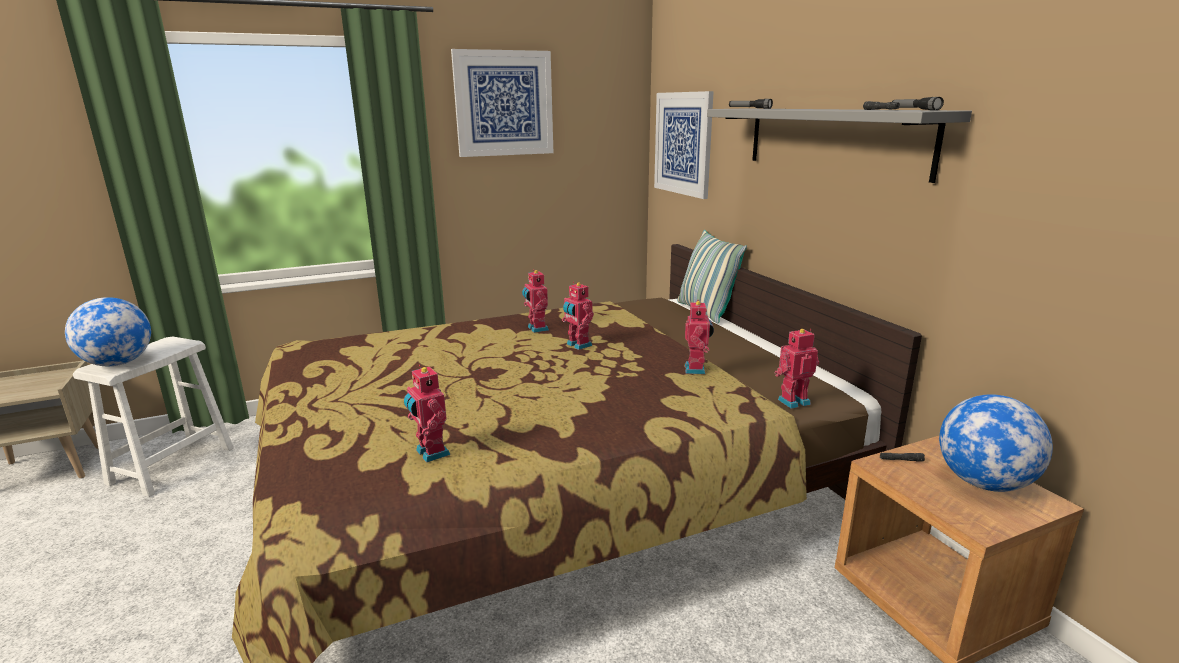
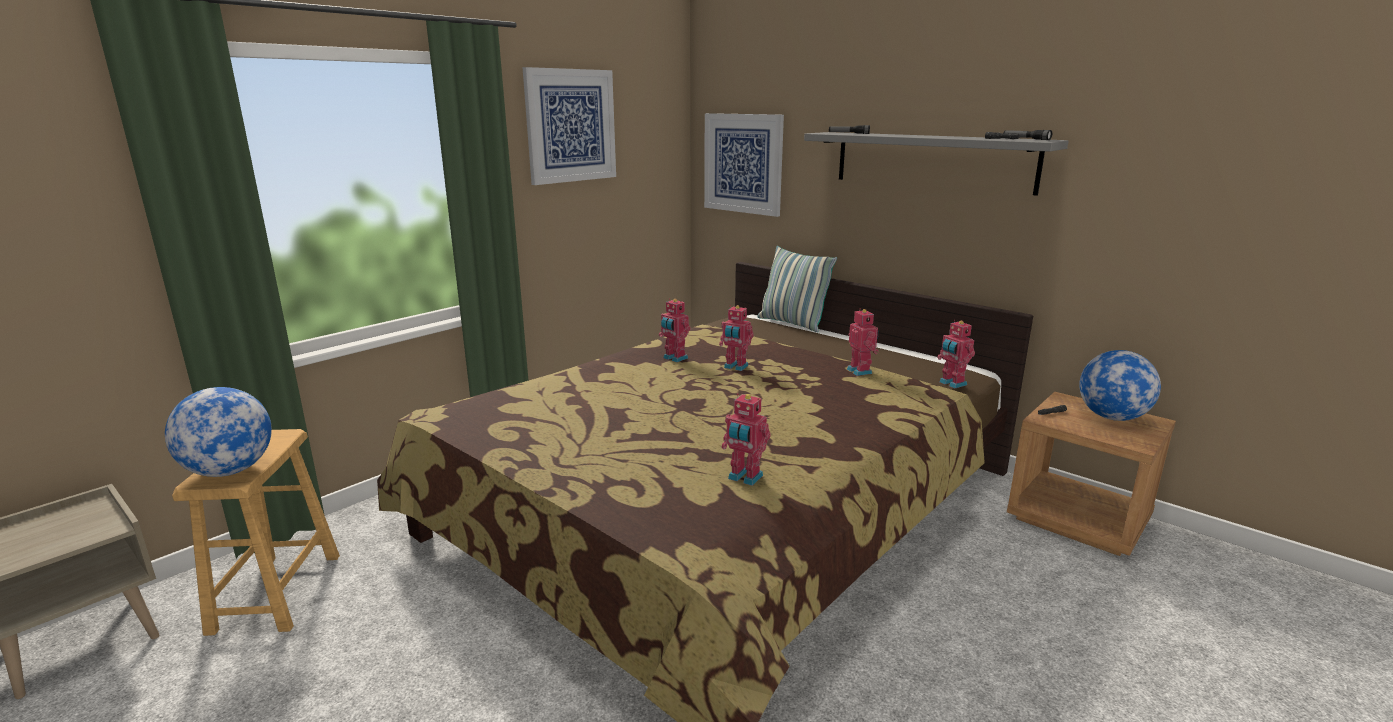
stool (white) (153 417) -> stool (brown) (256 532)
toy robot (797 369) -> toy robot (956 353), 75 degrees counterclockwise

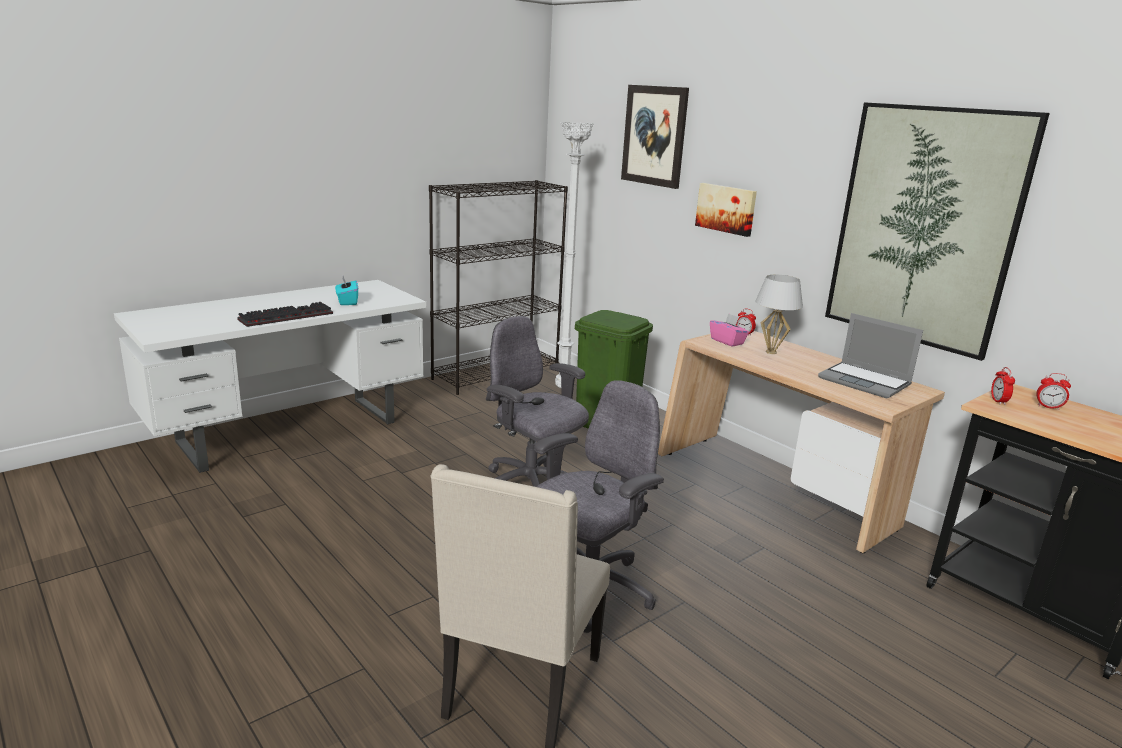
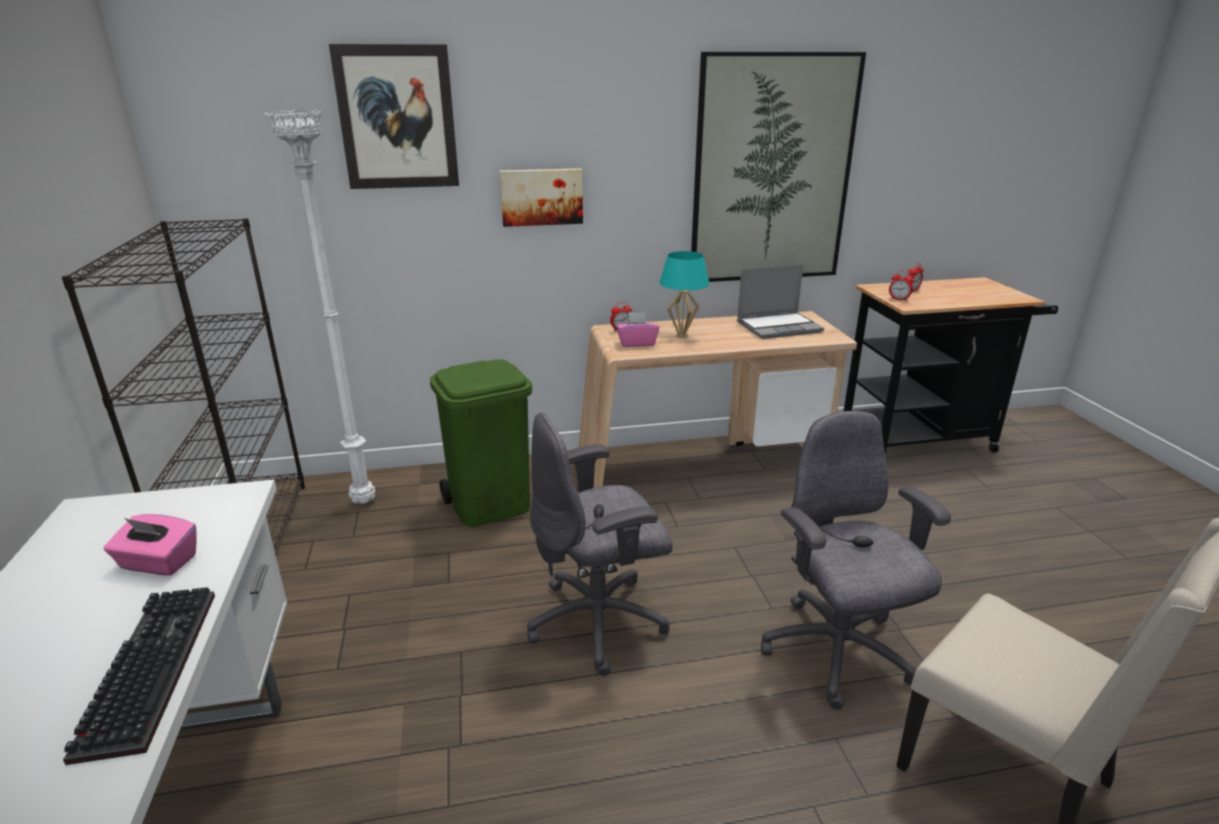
tissue box (turquoise) (346 290) -> tissue box (pink) (150 545)
table lamp (white) (779 314) -> table lamp (turquoise) (684 294)

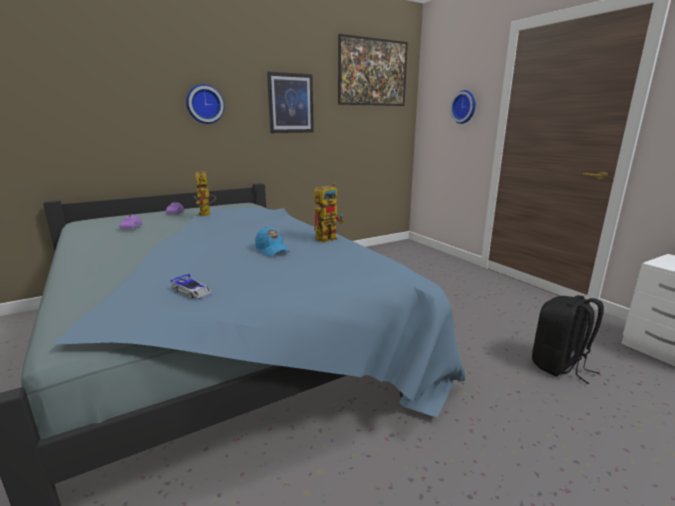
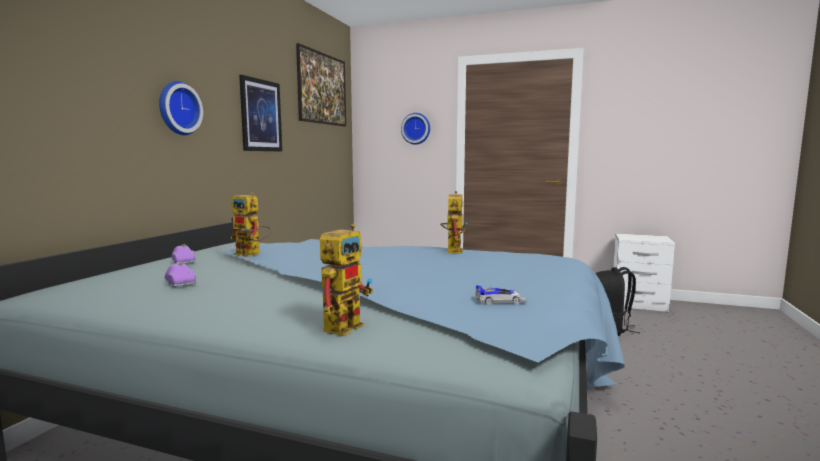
none -> toy robot (346 280)
cap (blue) (272 241) -> none

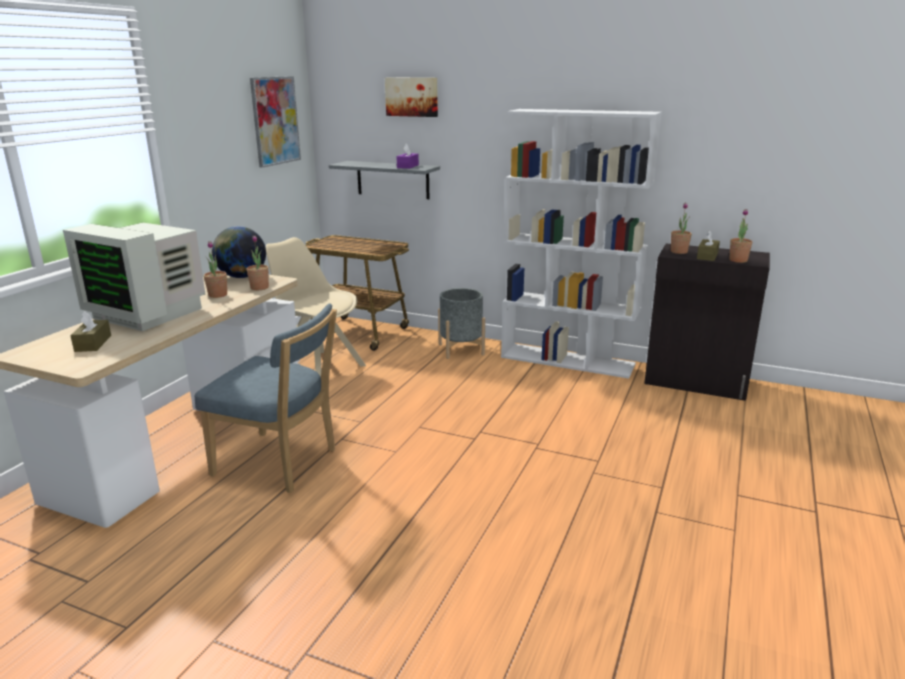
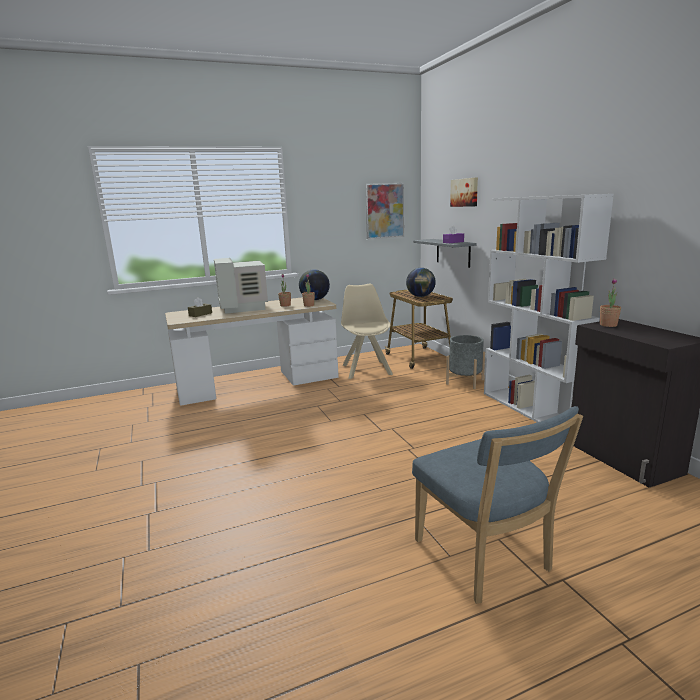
none -> globe (421 282)
chair (blue) (266 398) -> chair (blue) (497 505), relocated
tissue box (brown) (708 245) -> none
potted plant (740 236) -> none

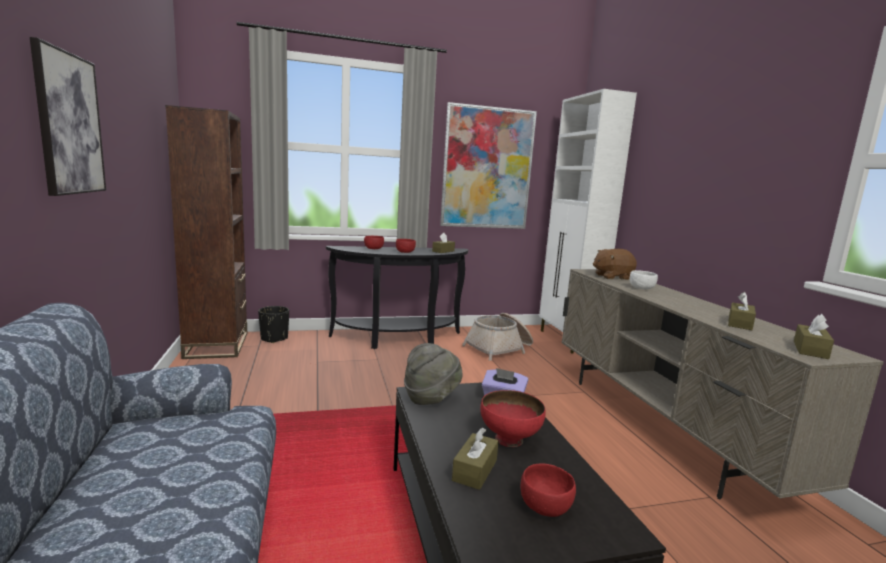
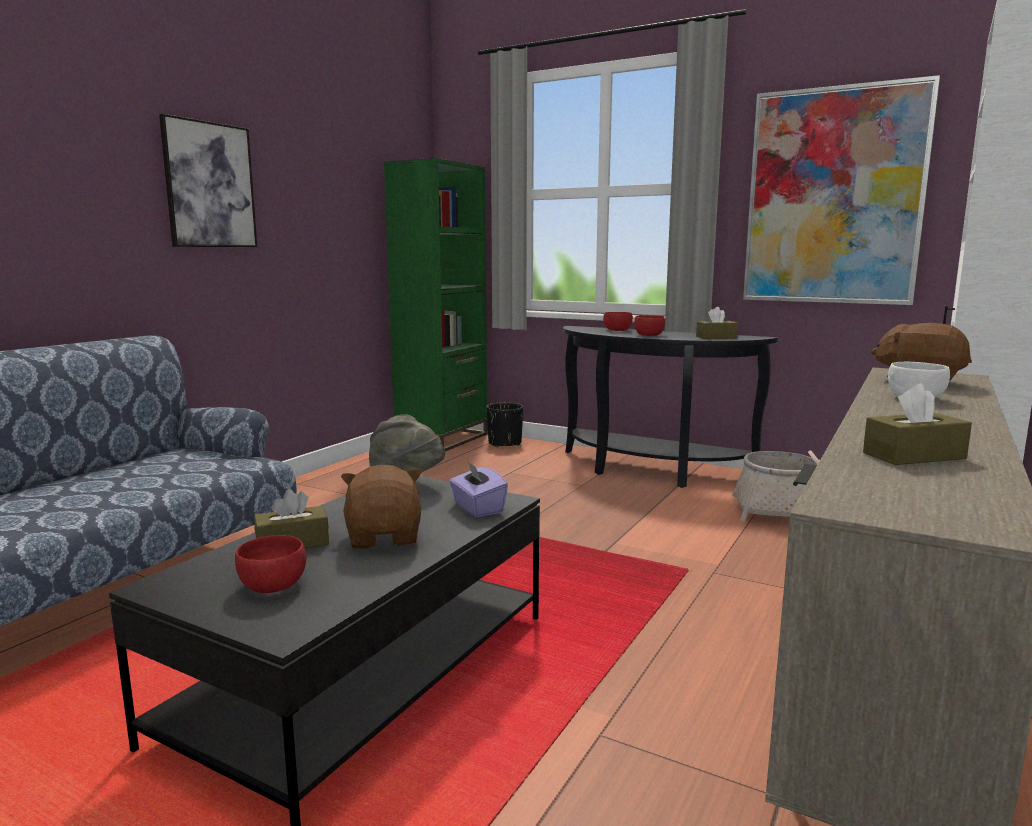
bowl (red) (513 418) -> plush toy (brown) (381 506)
bookcase (brown) (206 232) -> bookcase (green) (436 304)
tissue box (brown) (814 336) -> none

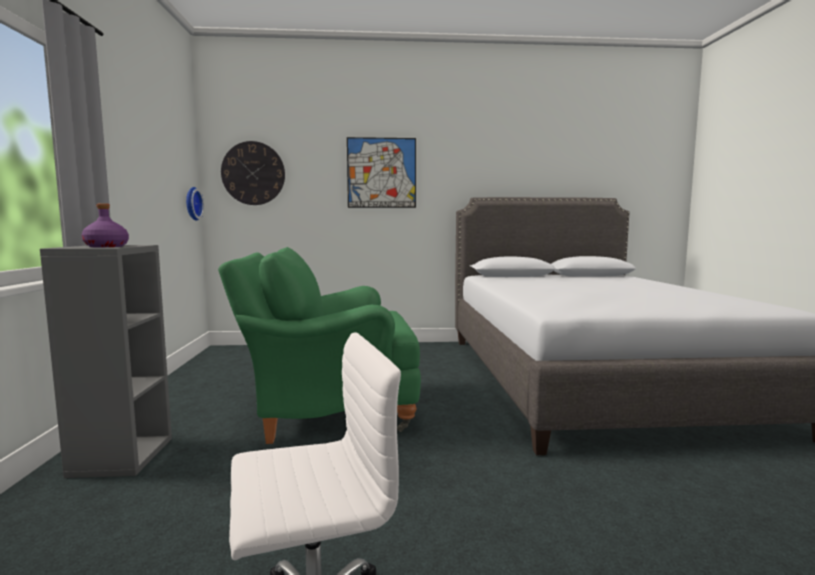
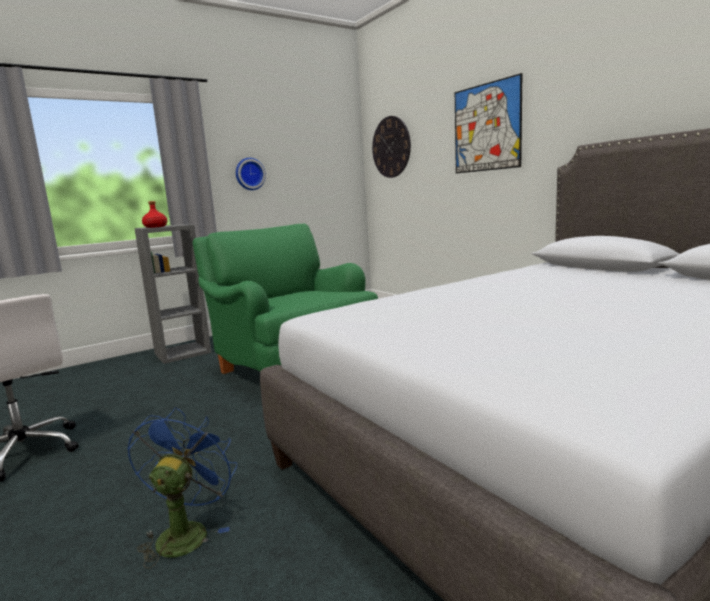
none -> fan (blue) (182 488)
bottle (purple) (105 225) -> bottle (red) (154 214)
wall clock (195 204) -> wall clock (251 174), relocated

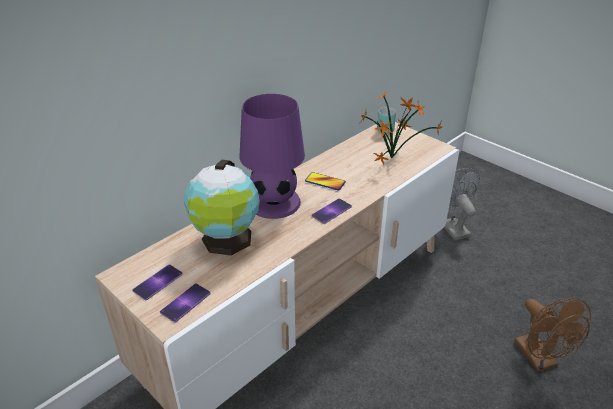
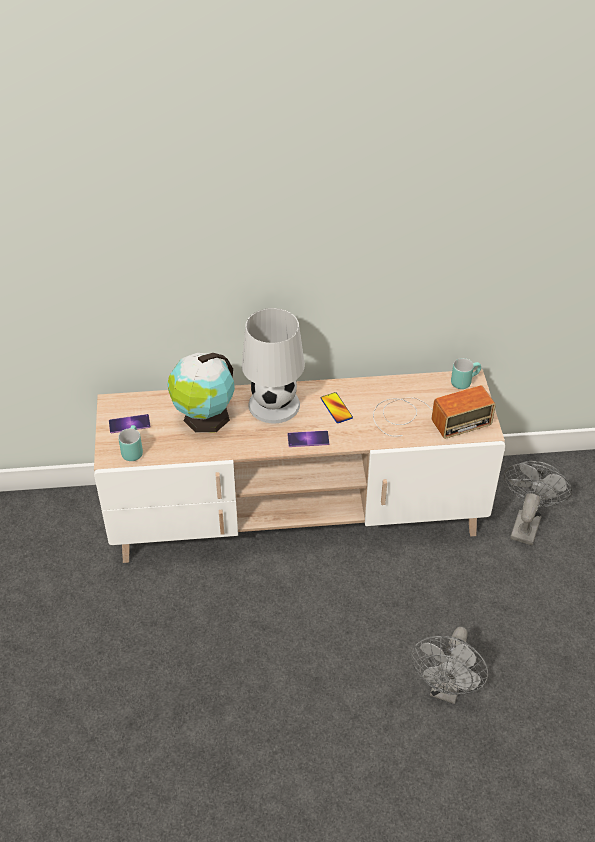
phone (185 303) -> mug (turquoise) (130 443)
table lamp (purple) (272 156) -> table lamp (white) (273 365)
potted plant (401 128) -> radio (434 412)
fan (brown) (552 335) -> fan (grey) (450 665)

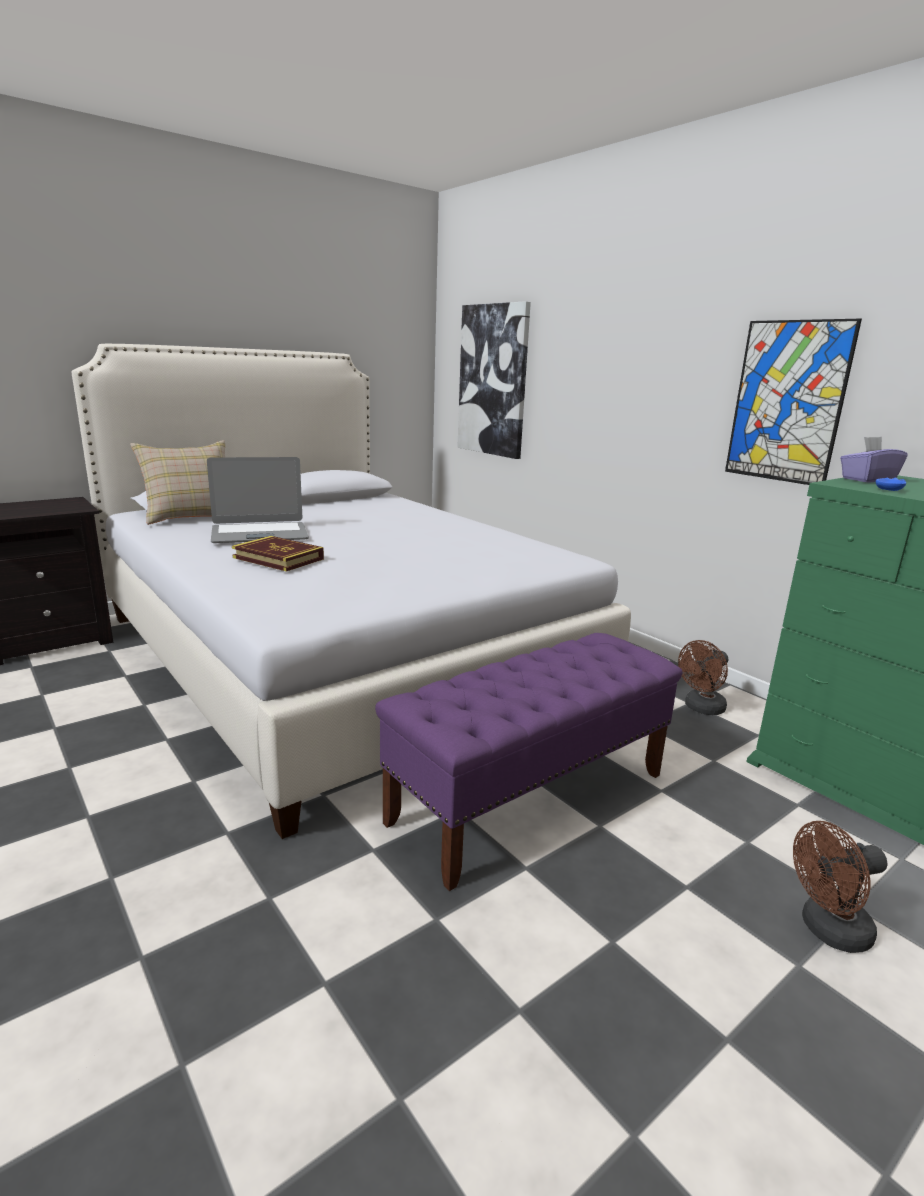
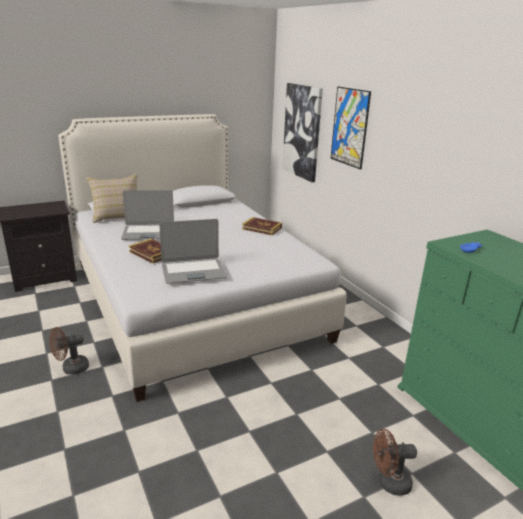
fan (brown) (703 677) -> fan (brown) (69 351), relocated
none -> laptop (193 251)
none -> book (262 226)
picture (793 402) -> picture (351 128), relocated
bench (purple) (529 762) -> none
tissue box (purple) (874 460) -> none

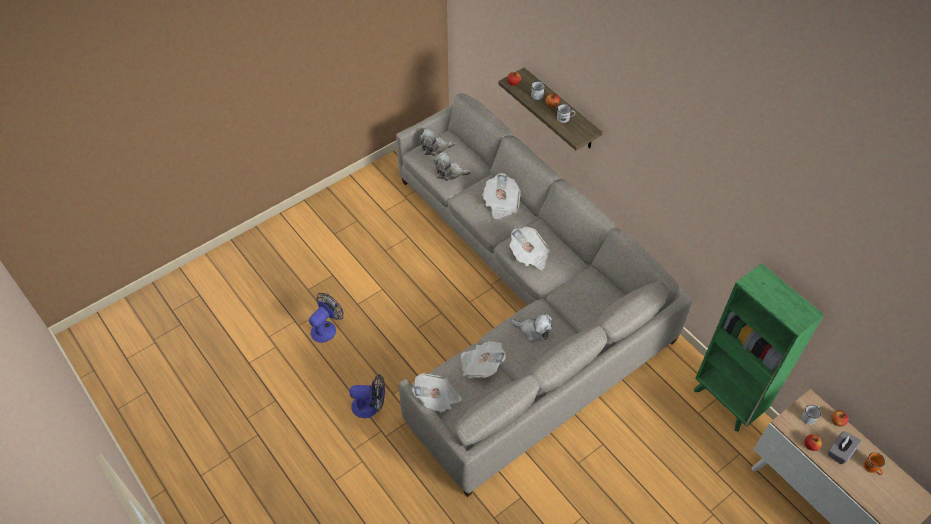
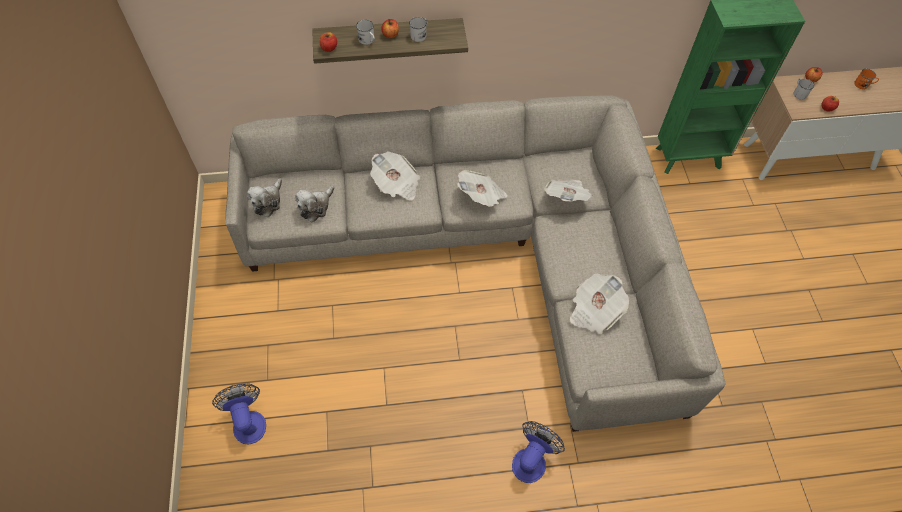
fan (326 318) -> fan (239 413), relocated
newspaper (437 393) -> newspaper (568 190), relocated
plush toy (531 328) -> none
tissue box (grey) (844 447) -> none

